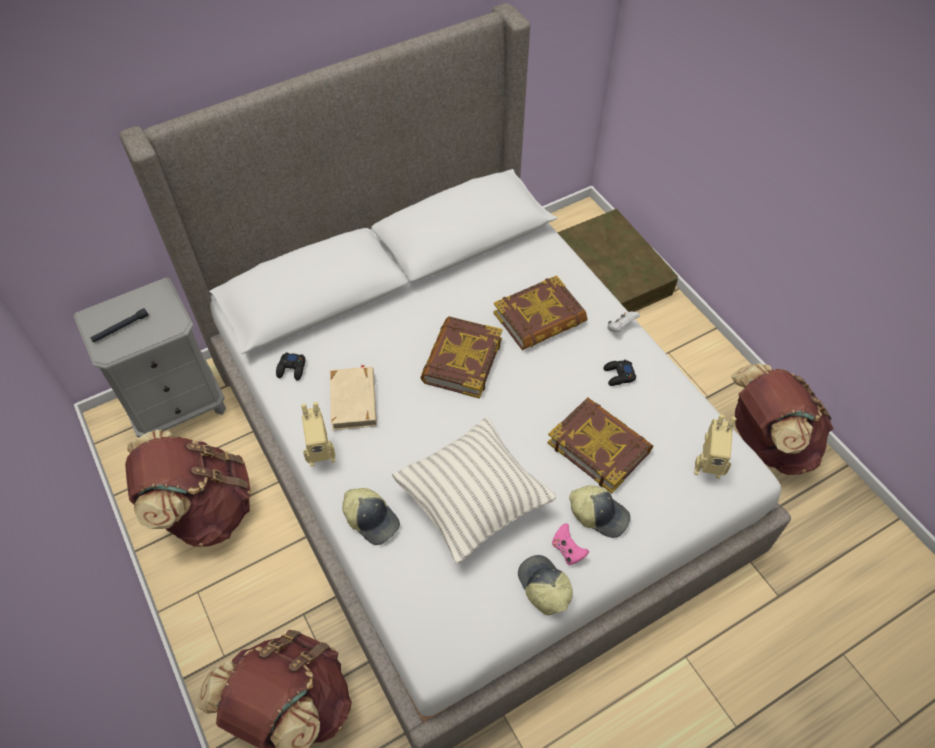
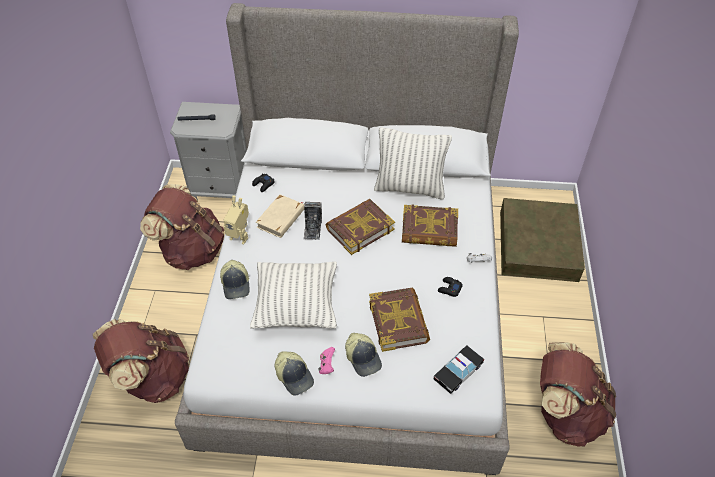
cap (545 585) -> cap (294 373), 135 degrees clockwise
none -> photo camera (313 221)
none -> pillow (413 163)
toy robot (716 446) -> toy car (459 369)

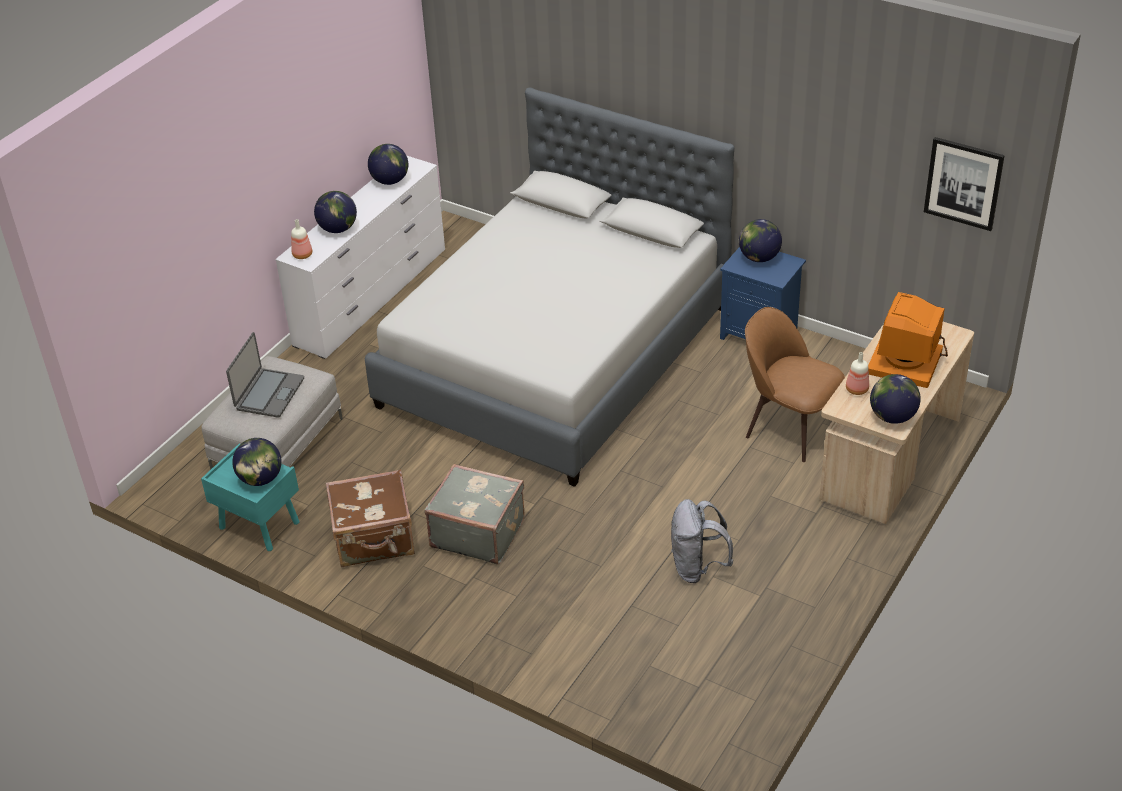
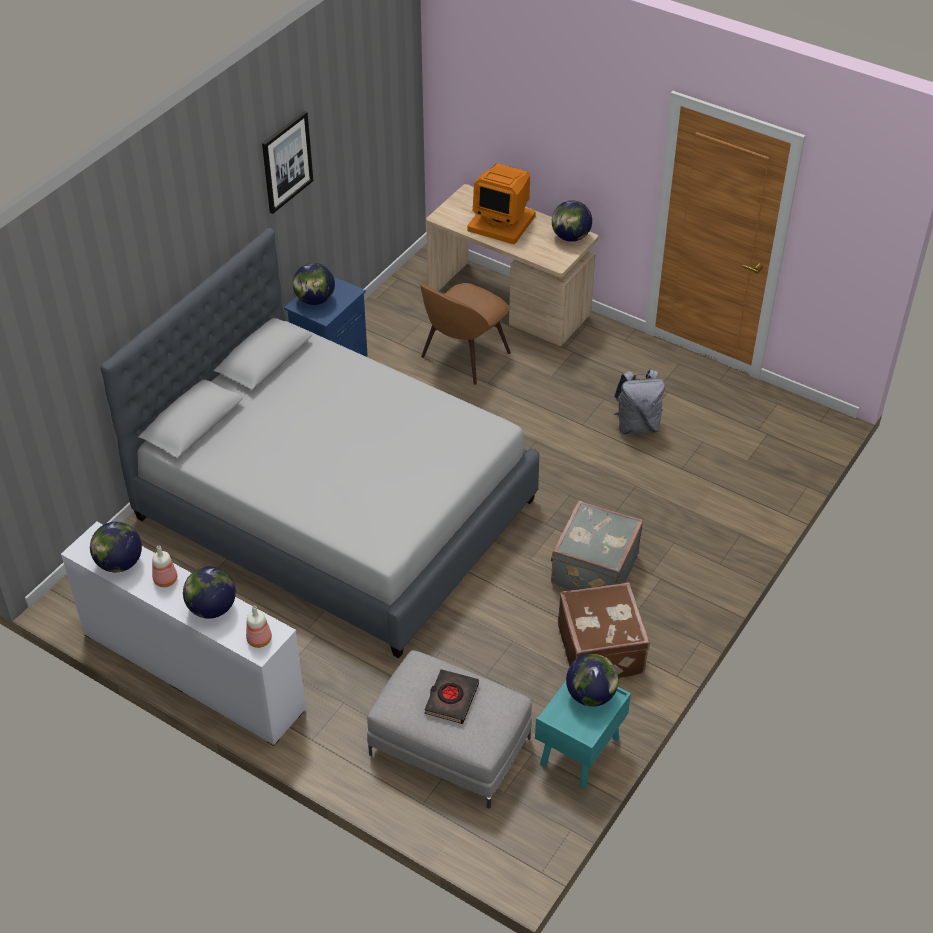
bottle (857 373) -> bottle (164 566), relocated
picture (964 184) -> picture (287 162), relocated
laptop (265 375) -> book (black) (451 696)

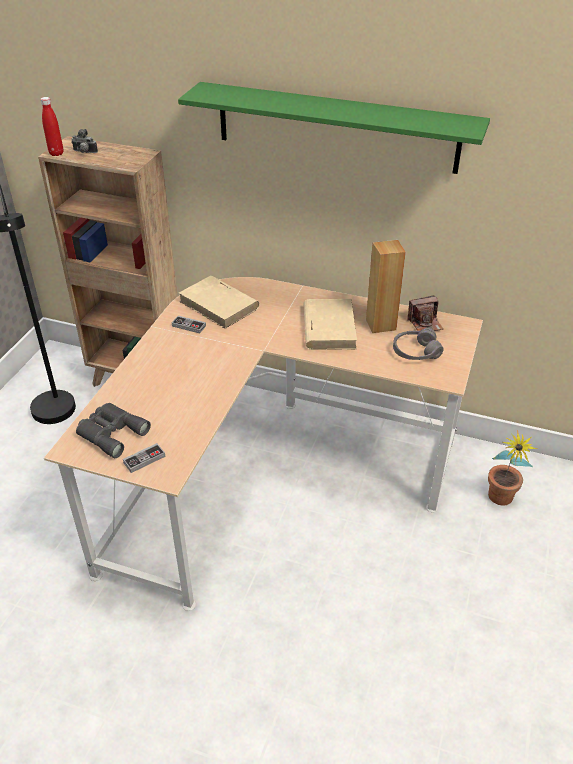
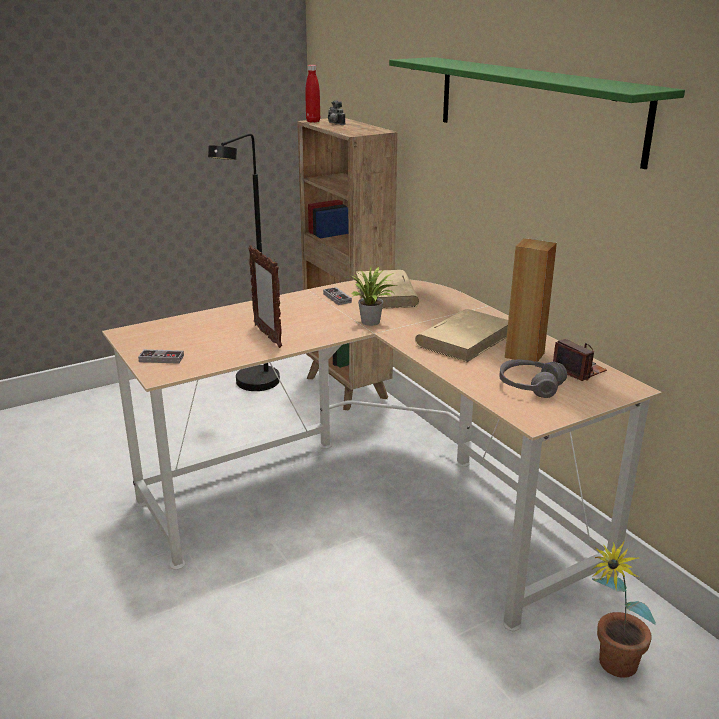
none -> picture frame (265 296)
none -> potted plant (370 296)
photo camera (425 313) -> photo camera (580 360), 150 degrees counterclockwise
binoculars (grey) (113 430) -> none

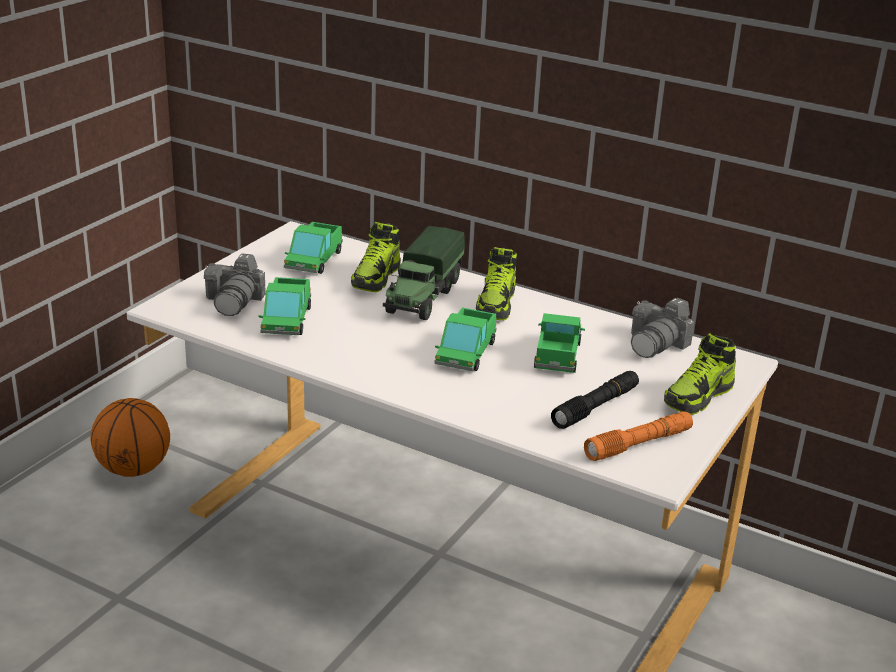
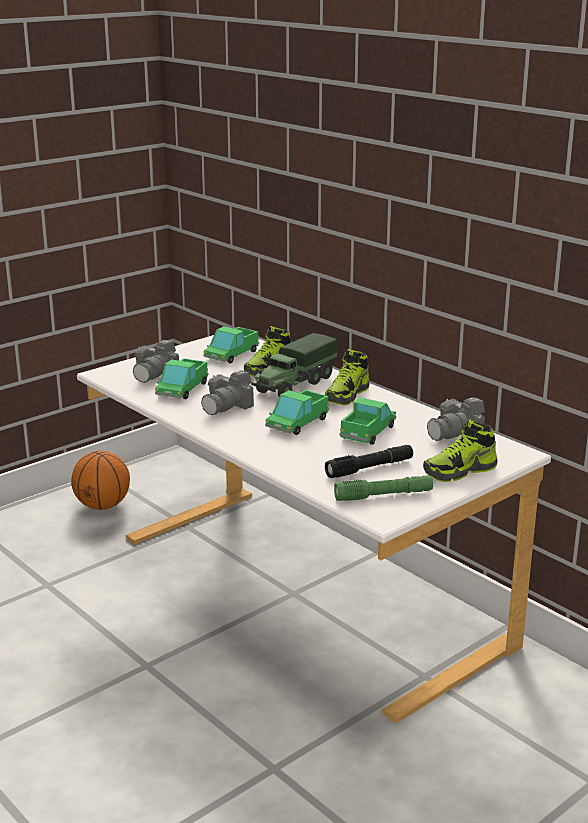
none -> photo camera (227 392)
flashlight (orange) (638 436) -> flashlight (green) (383 488)

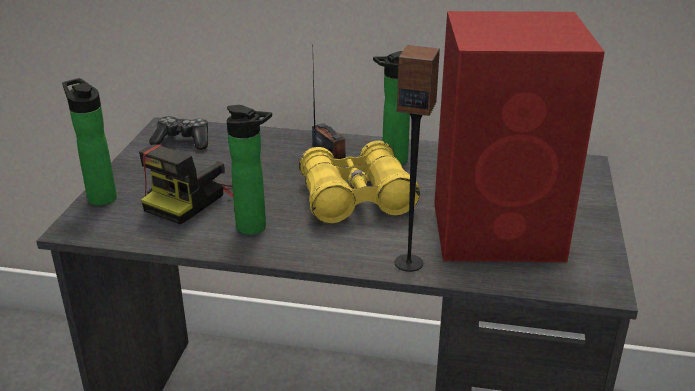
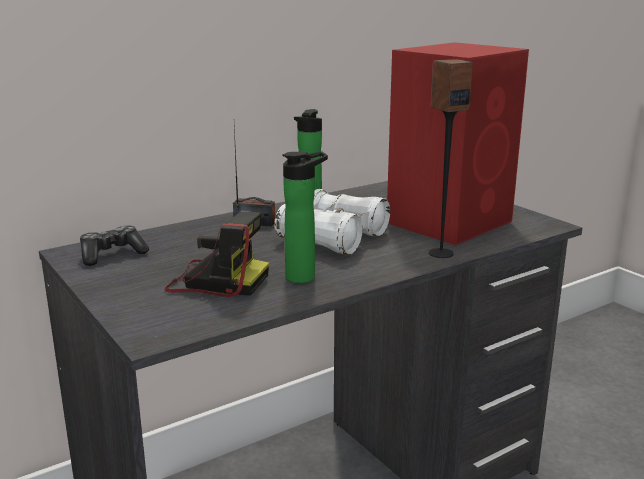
photo camera (186 184) -> photo camera (217 254), 60 degrees counterclockwise
binoculars (yellow) (359 182) -> binoculars (white) (332 222)
bottle (89 142) -> none

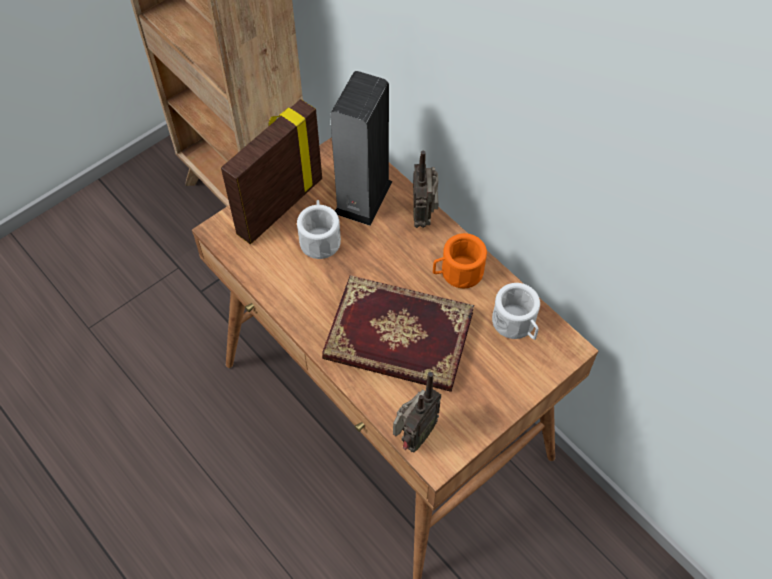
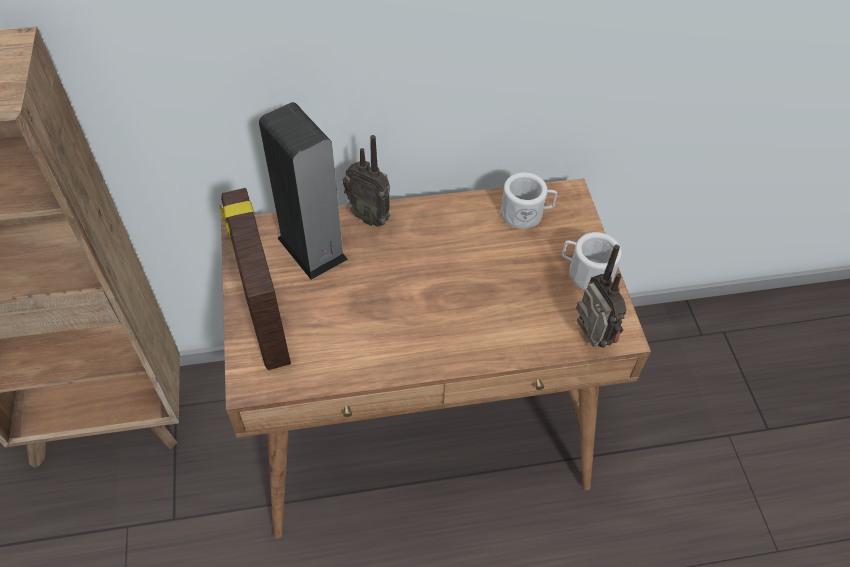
mug (white) (319 229) -> mug (white) (592 261), relocated
book (398 333) -> none
mug (orange) (460 260) -> none

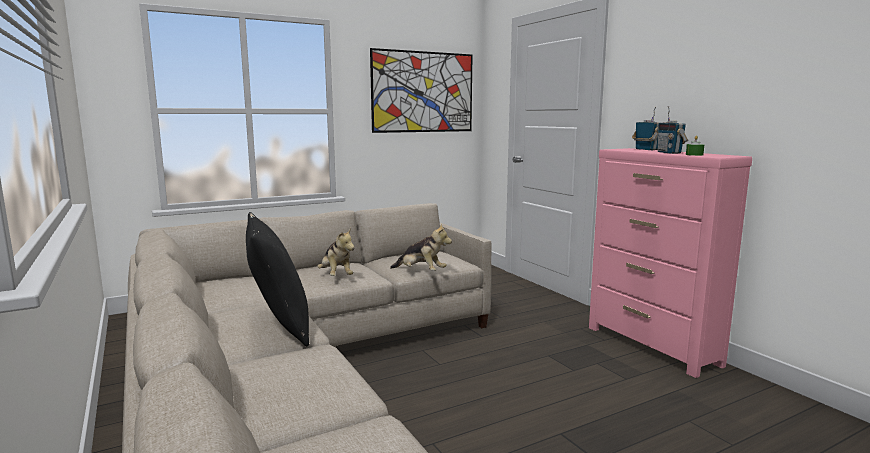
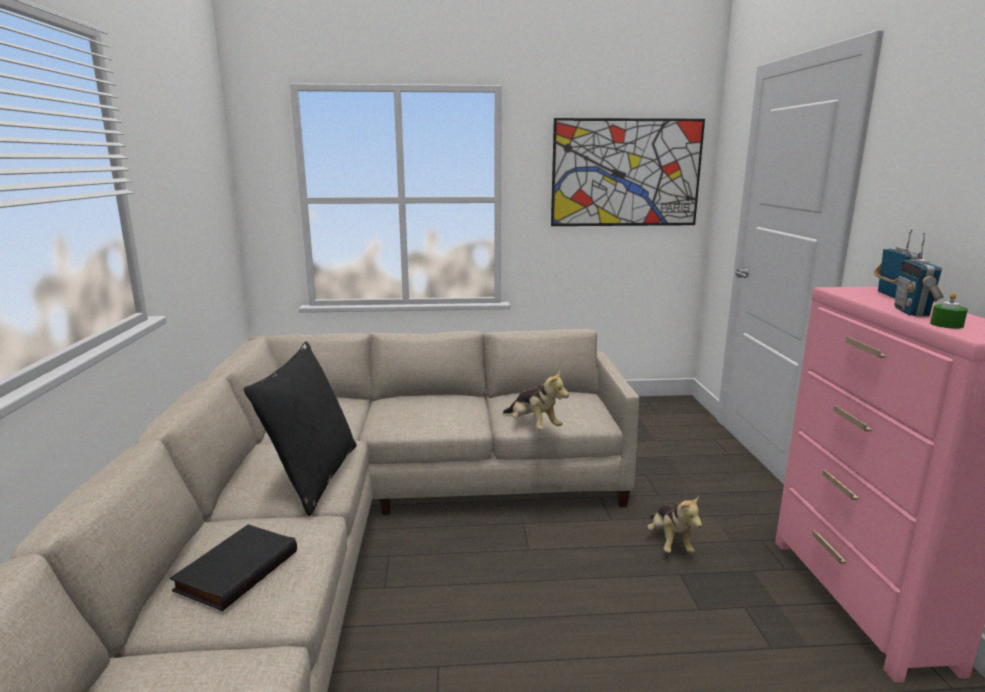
none -> book (black) (233 567)
plush toy (336 252) -> plush toy (674 525), relocated

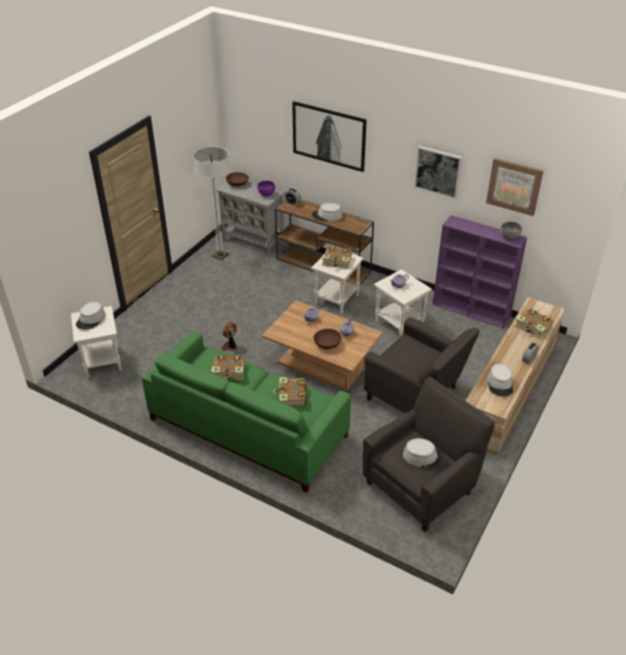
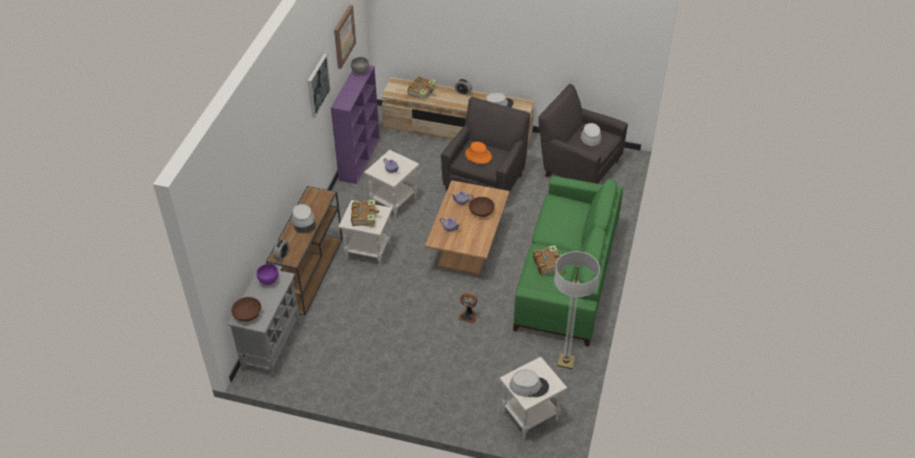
none -> hat (orange) (478 153)
floor lamp (211 203) -> floor lamp (577 310), relocated
book (290 392) -> none
picture (329 136) -> none

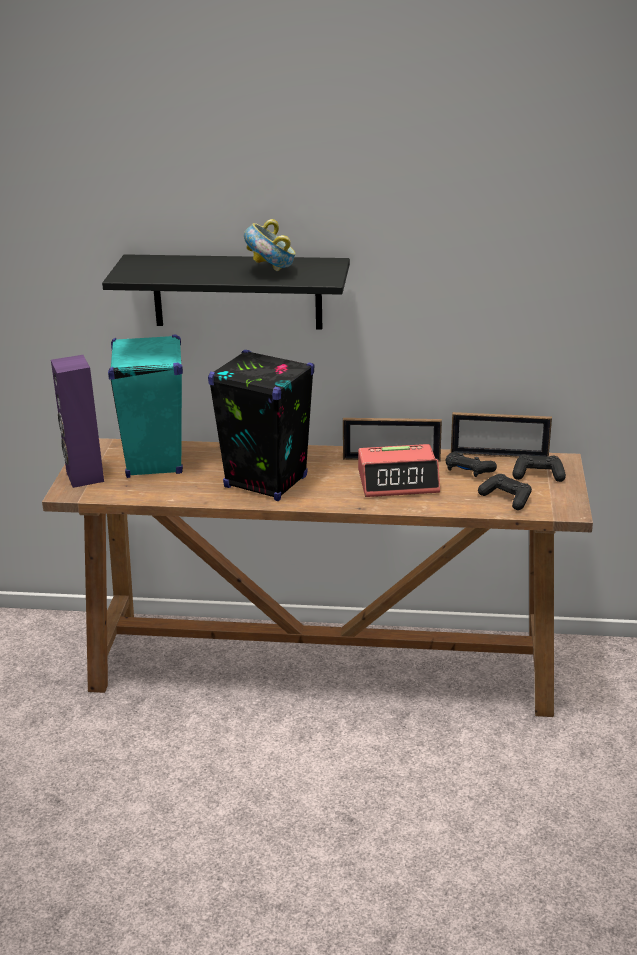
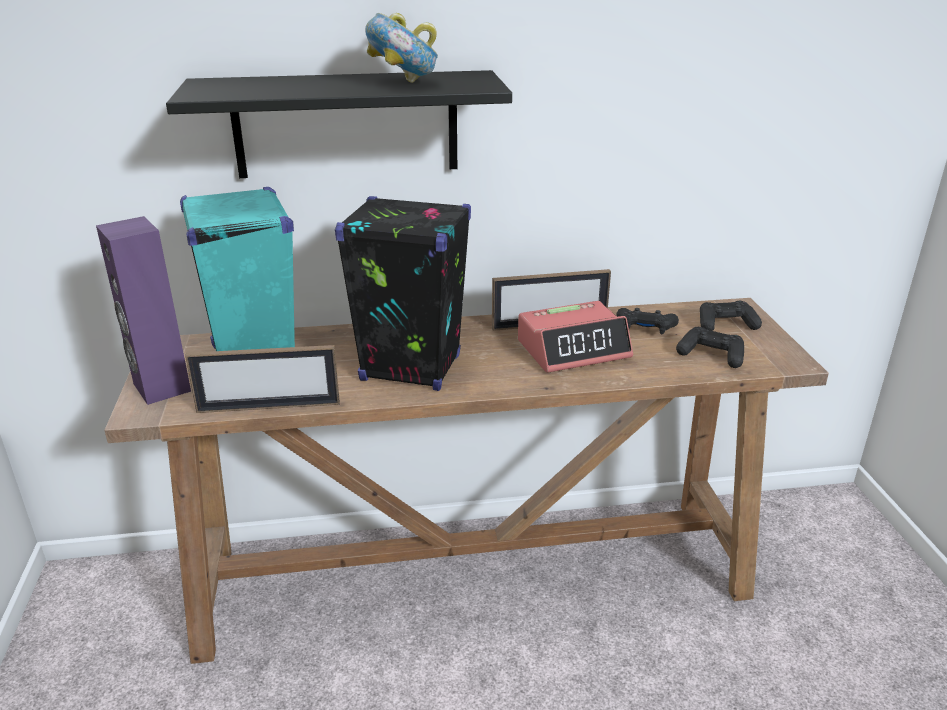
picture frame (501 434) -> picture frame (262 379), relocated

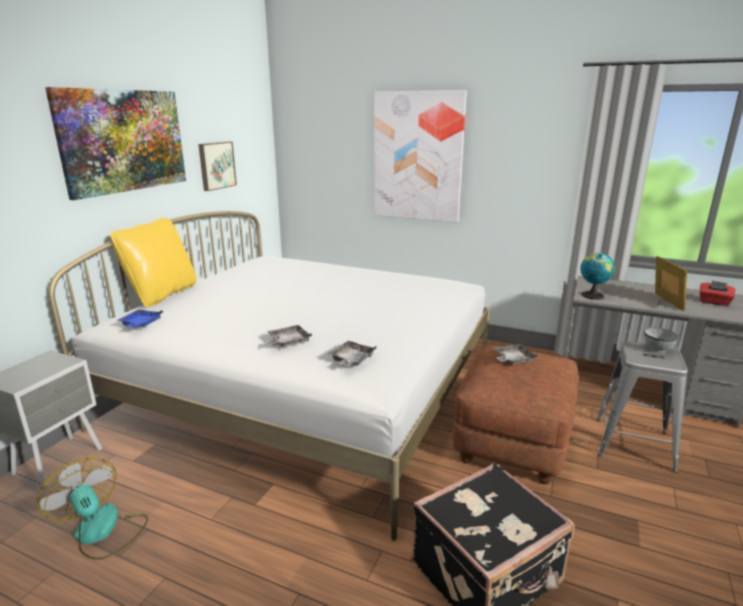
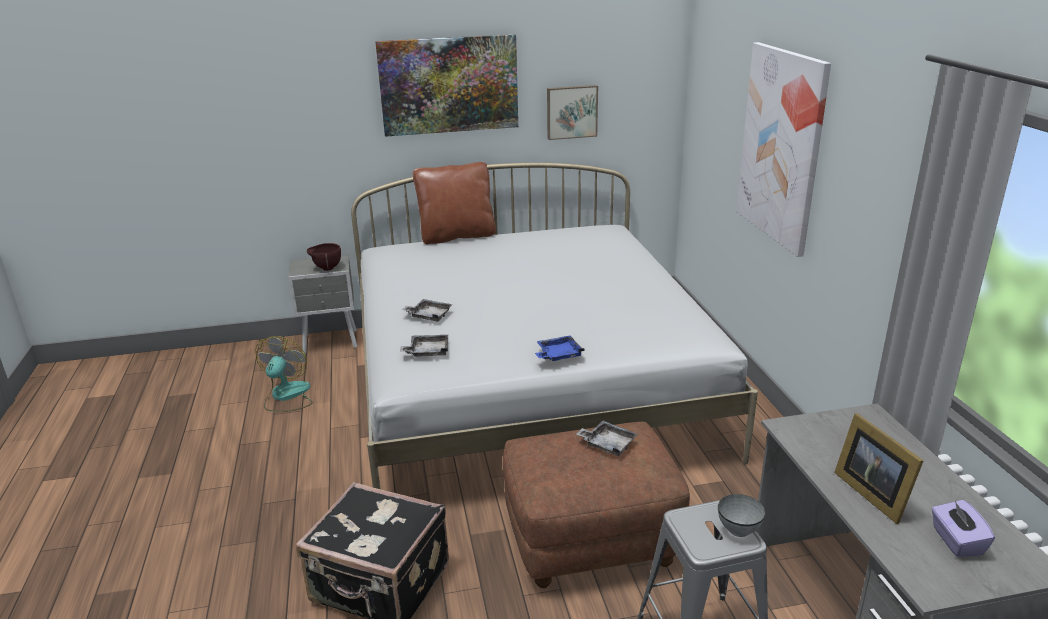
none -> bowl (brown) (324 257)
pillow (yellow) (153 263) -> pillow (brown) (454 203)
tray (blue) (140 318) -> tray (blue) (560 348), relocated
picture frame (671 283) -> picture frame (879 468), 105 degrees clockwise
tissue box (red) (718 293) -> tissue box (purple) (963 528)
globe (597 276) -> none

